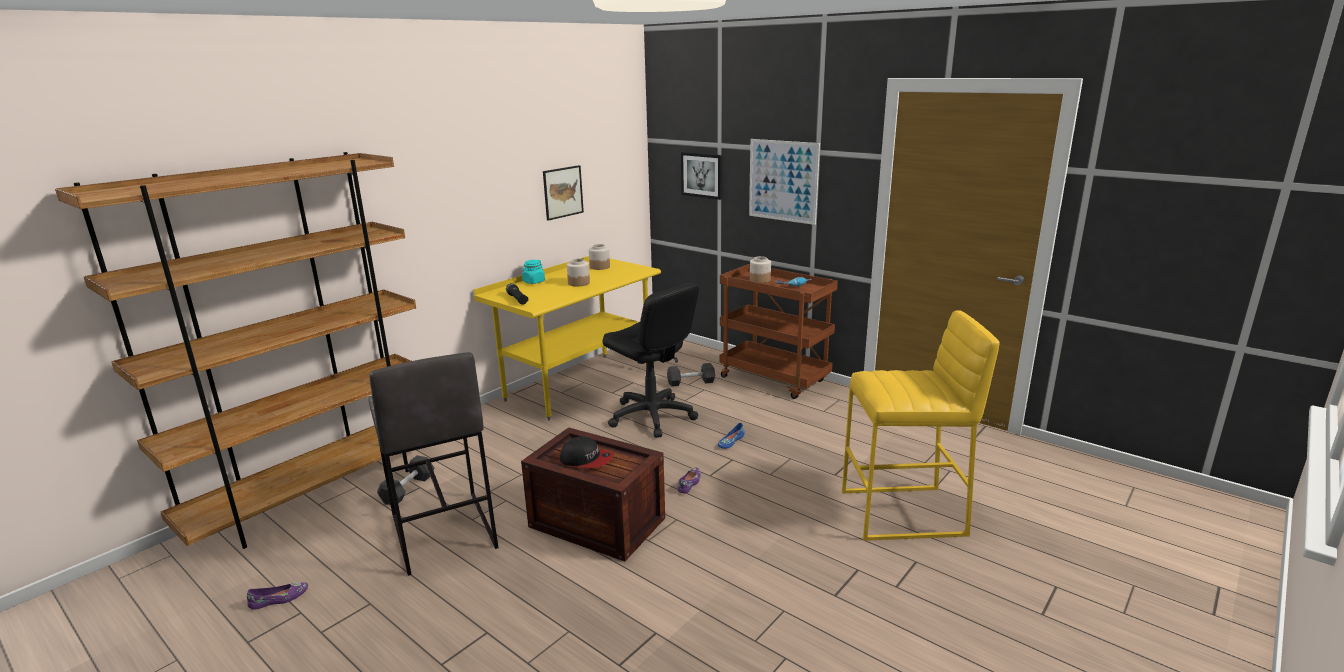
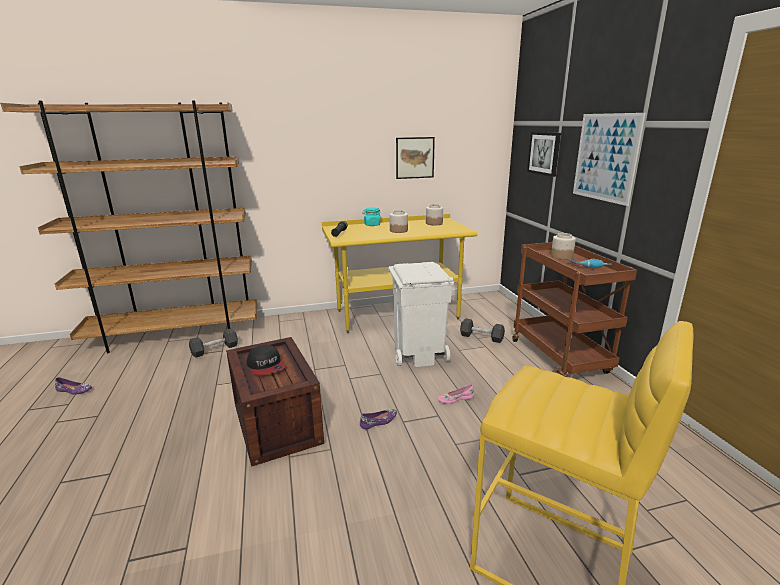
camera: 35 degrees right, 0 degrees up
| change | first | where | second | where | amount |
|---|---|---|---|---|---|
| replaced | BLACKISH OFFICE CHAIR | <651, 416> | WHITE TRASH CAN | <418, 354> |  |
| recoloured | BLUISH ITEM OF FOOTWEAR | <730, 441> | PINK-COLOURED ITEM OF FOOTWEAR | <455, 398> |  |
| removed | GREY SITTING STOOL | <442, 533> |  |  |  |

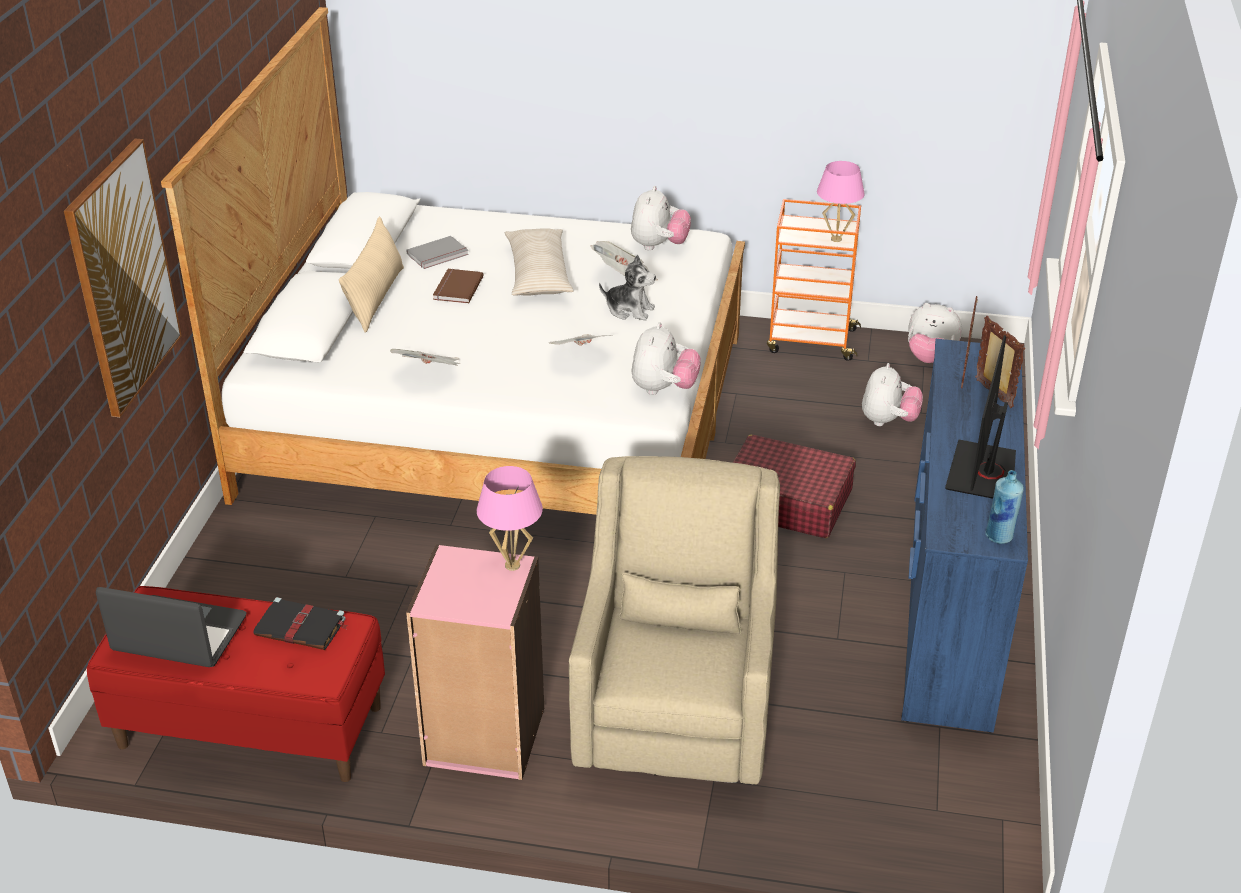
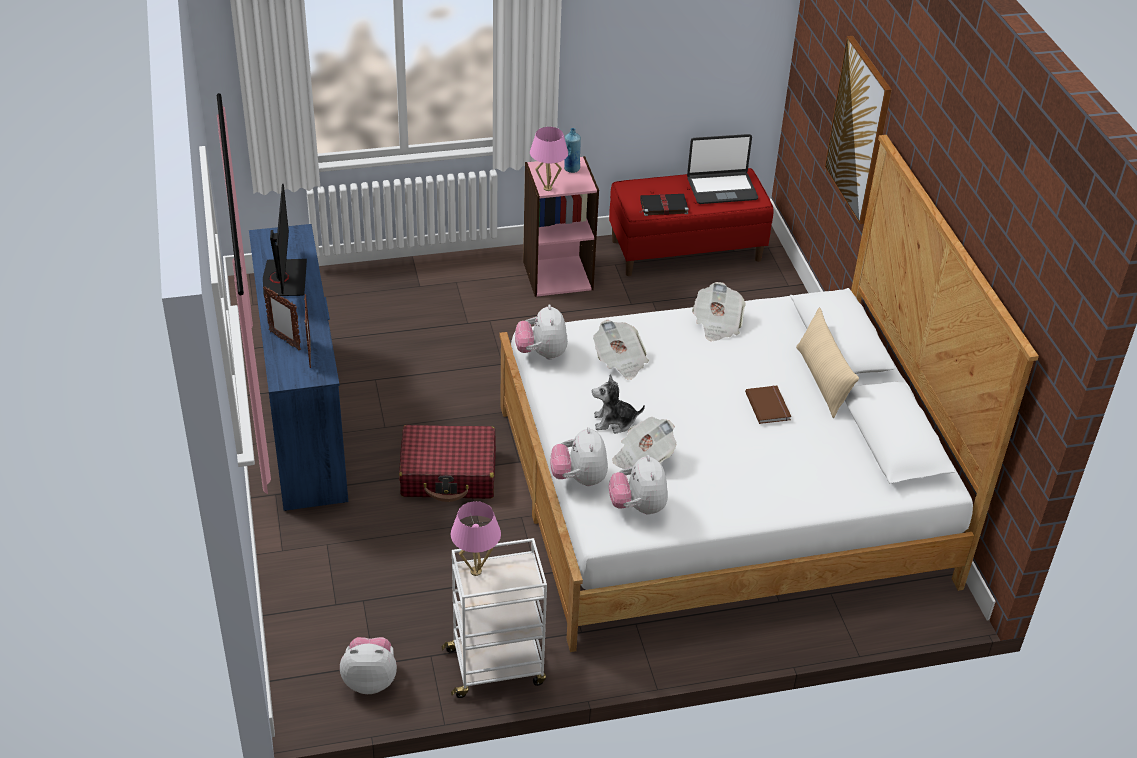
camera: 155 degrees right, 5 degrees up
| change | first | where | second | where | amount |
|---|---|---|---|---|---|
| recoloured | ORANGEY TROLLEY | <810, 341> | WHITE TROLLEY | <497, 666> |  |
| moved | CUDDLY TOY | <888, 421> |  | <579, 478> |  |
| moved | BLUISH BOTTLE | <999, 536> |  | <571, 169> |  |
| removed | GREY VOLUME | <438, 255> |  |  |  |
| removed | BEIGE-COLOURED CUSHION | <538, 274> |  |  |  |
| removed | BEIGE-COLOURED EASY CHAIR | <676, 714> |  |  |  |

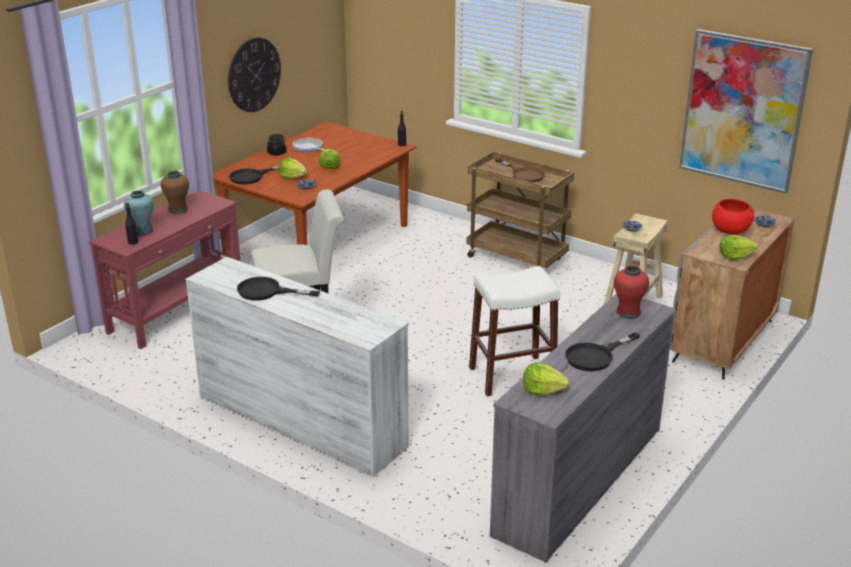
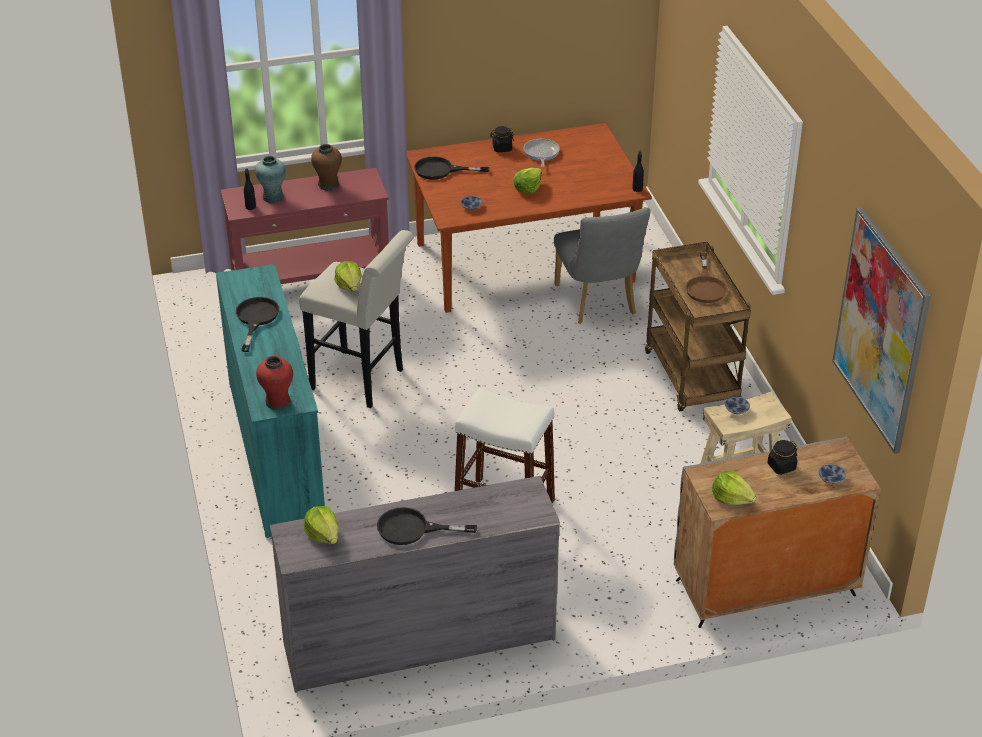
camera: 40 degrees right, 10 degrees up
| change | first | where | second | where | amount |
|---|---|---|---|---|---|
| recoloured | WHITE DRAWER CHEST | <301, 421> | TURQUOISE DRAWER CHEST | <277, 452> |  |
| turned | BLACKISH SKILLET | <267, 291> |  | <256, 319> | 45 degrees clockwise |
| moved | REDDISH DECORATIVE VASE | <628, 313> |  | <278, 402> |  |
| moved | LETTUCE HEAD | <292, 176> |  | <349, 285> |  |
| added |  |  | GREY UPRIGHT CHAIR | <598, 303> |  |
| replaced | REDDISH SERVING BOWL | <731, 230> | BLACKISH JAR | <781, 467> |  |
| removed | HANGING CLOCK | <254, 75> |  |  |  |

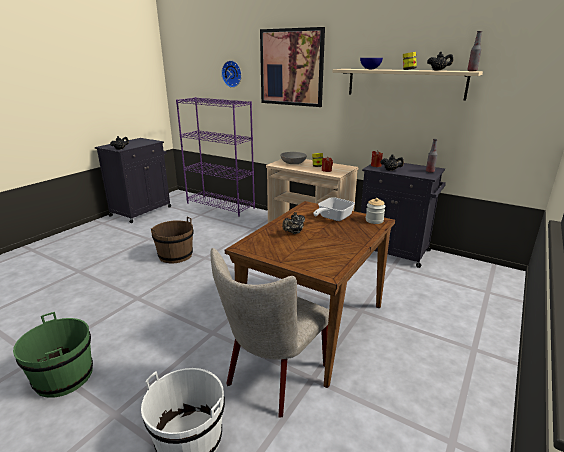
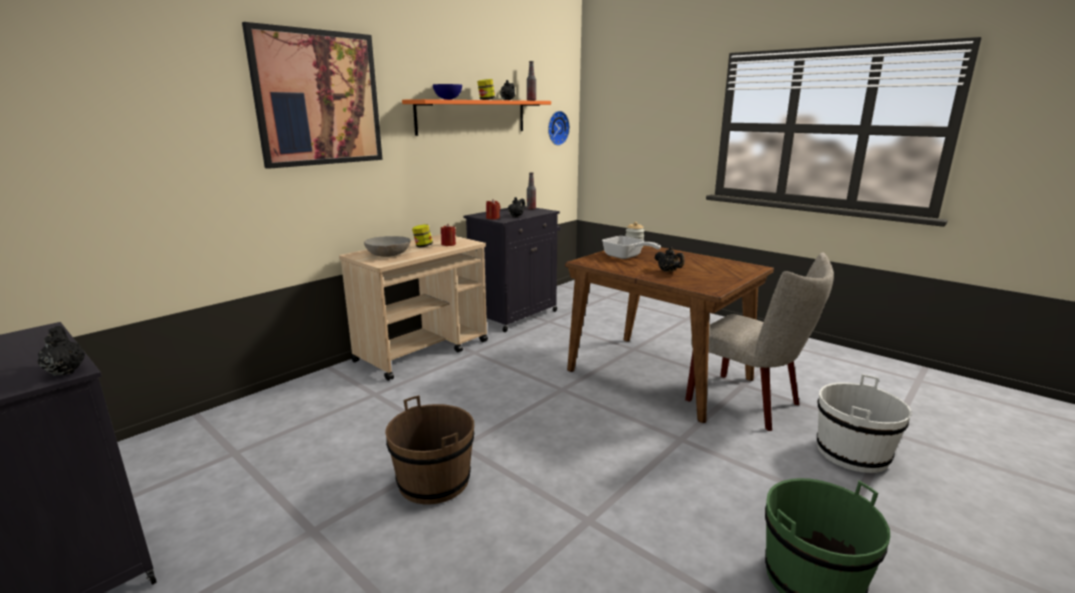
camera: 80 degrees left, 5 degrees down
| change | first | where | second | where | amount |
|---|---|---|---|---|---|
| recoloured | BEIGE-COLOURED BRACKET SHELF | <405, 83> | ORANGEY BRACKET SHELF | <472, 116> |  |
| moved | HANGING CLOCK | <232, 74> |  | <556, 128> |  |
| removed | PURPLISH BOOKSHELF | <221, 205> |  |  |  |

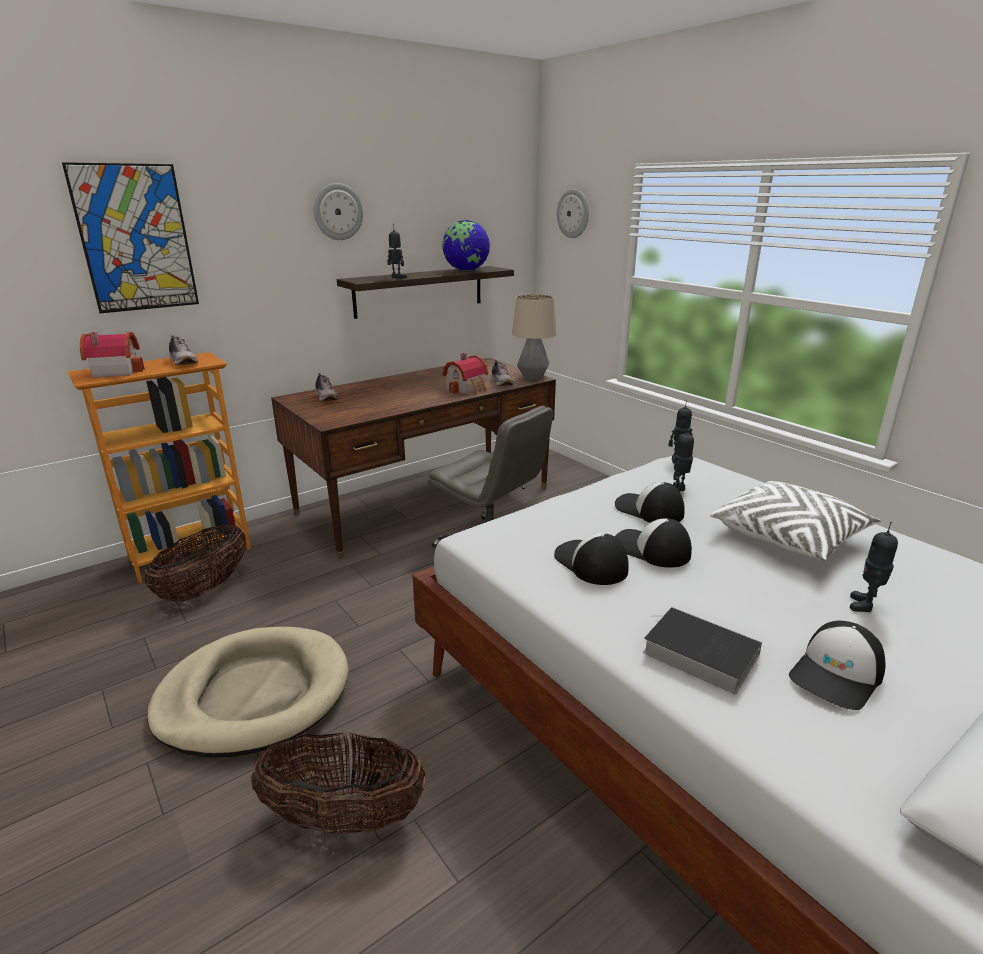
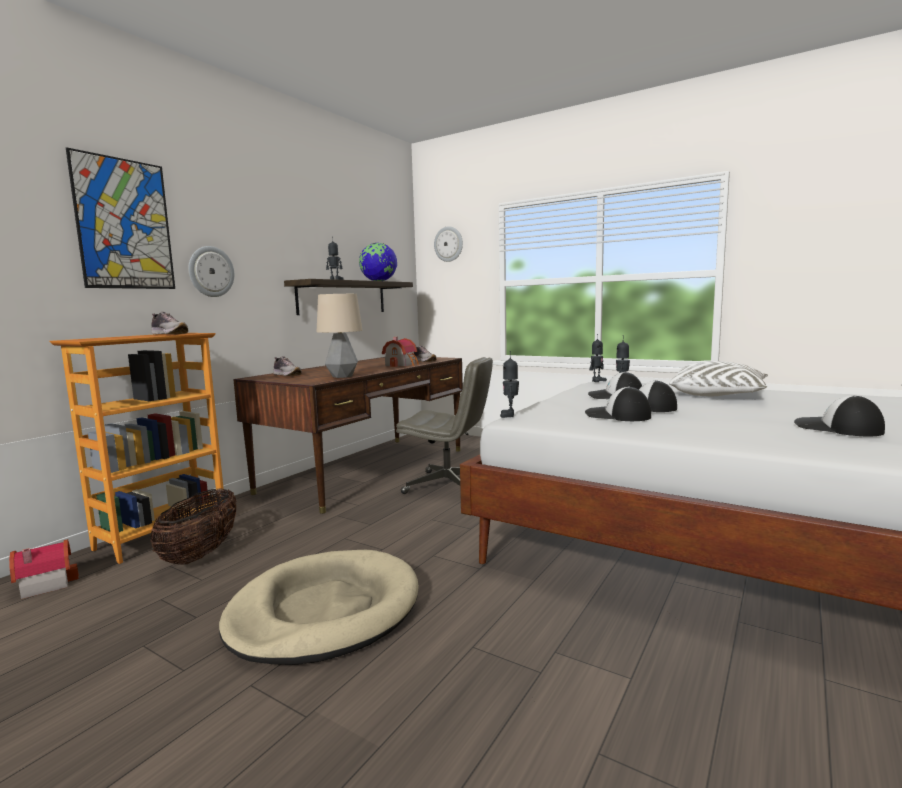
camera: 20 degrees left, 15 degrees down
| change | first | where | second | where | amount |
|---|---|---|---|---|---|
| moved | TOY HOUSE | <115, 371> |  | <44, 584> |  |
| moved | HANGING CLOCK | <337, 212> |  | <211, 271> |  |
| moved | LAMP FOR A TABLE | <533, 377> |  | <342, 376> |  |
| moved | TOY ROBOT | <864, 605> |  | <509, 415> |  |
| turned | CAP | <837, 675> |  | <837, 428> | 120 degrees clockwise |
| removed | BASKET | <344, 817> |  |  |  |
| removed | VOLUME | <696, 653> |  |  |  |

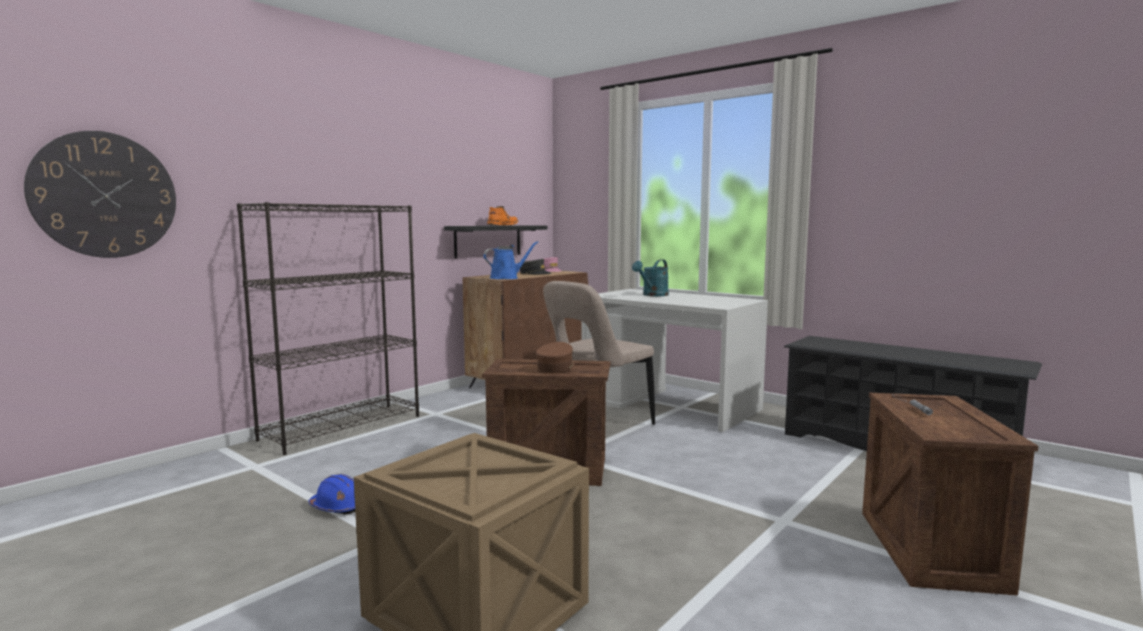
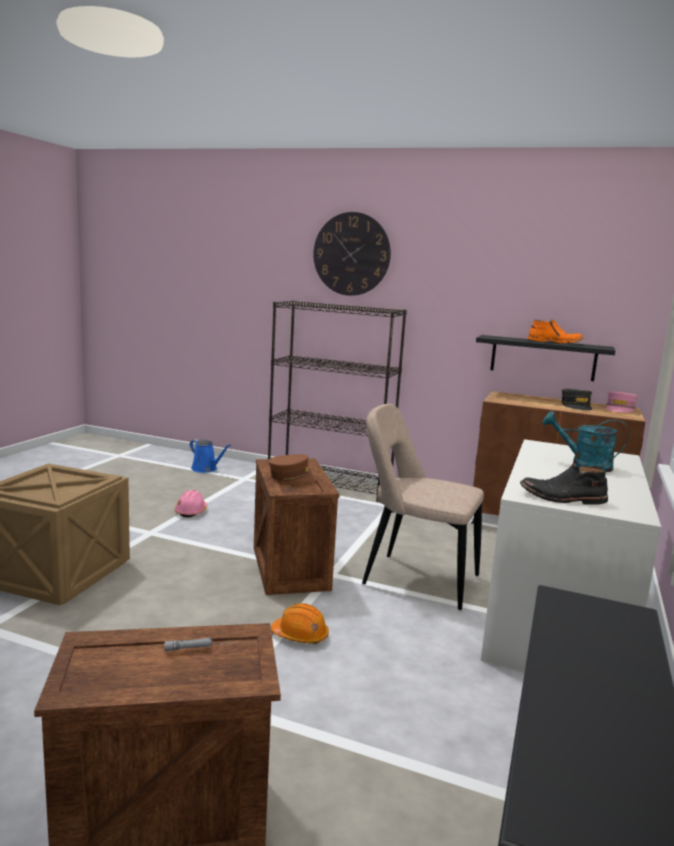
camera: 70 degrees right, 5 degrees up
| change | first | where | second | where | amount |
|---|---|---|---|---|---|
| recoloured | BLUISH WORK HELMET | <338, 507> | PINK-COLOURED WORK HELMET | <191, 511> |  |
| moved | BLUISH WATERING POT | <506, 278> |  | <206, 469> |  |
| added |  |  | ORANGEY WORK HELMET | <300, 635> |  |
| moved | HANGING CLOCK | <105, 195> |  | <351, 254> |  |
| added |  |  | BLACKISH TALL BOOT | <562, 498> |  |

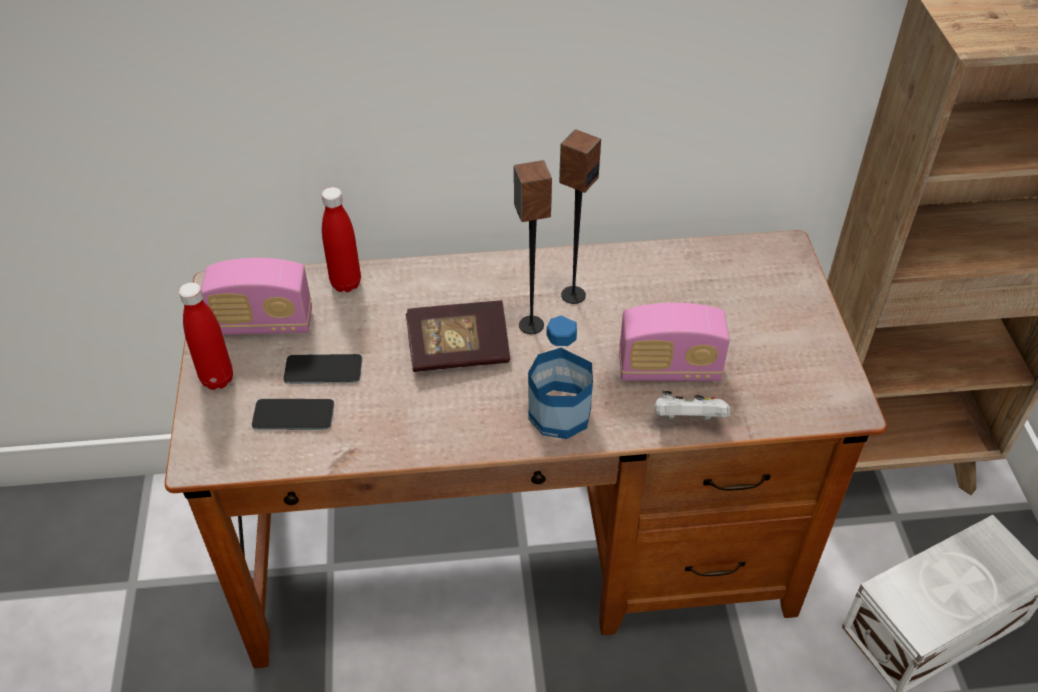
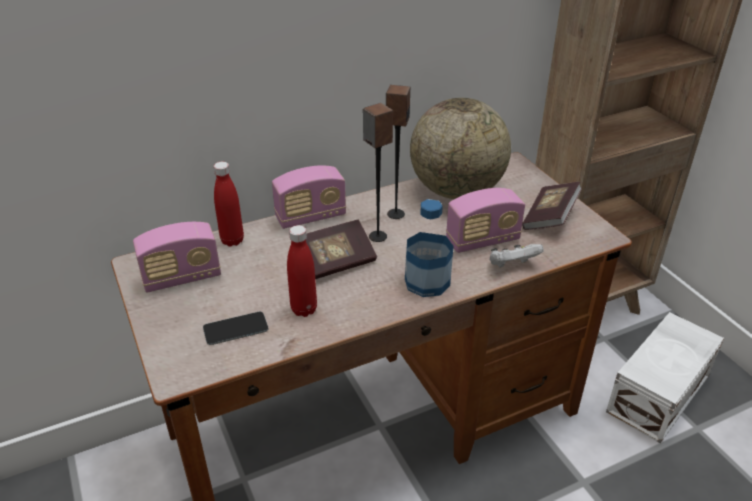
camera: 20 degrees left, 10 degrees down
| change | first | where | second | where | amount |
|---|---|---|---|---|---|
| added |  |  | RADIO | <310, 217> |  |
| moved | REDDISH BOTTLE | <217, 379> |  | <304, 309> |  |
| added |  |  | WORLD GLOBE | <456, 191> |  |
| added |  |  | VOLUME | <550, 218> |  |
| removed | PHONE | <323, 370> |  |  |  |

